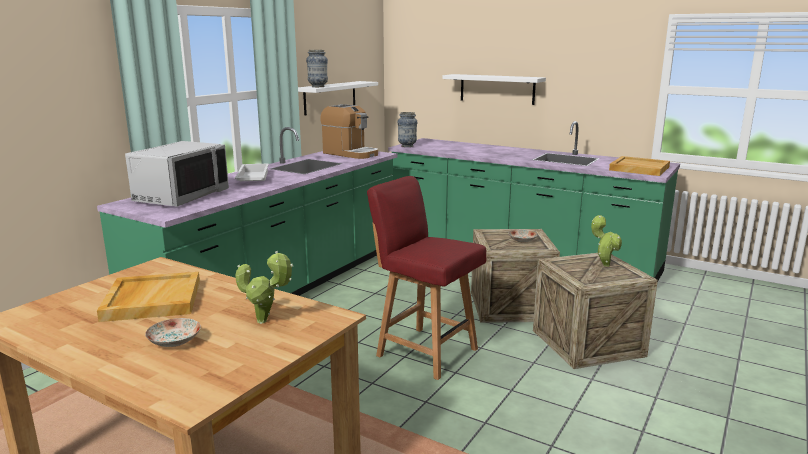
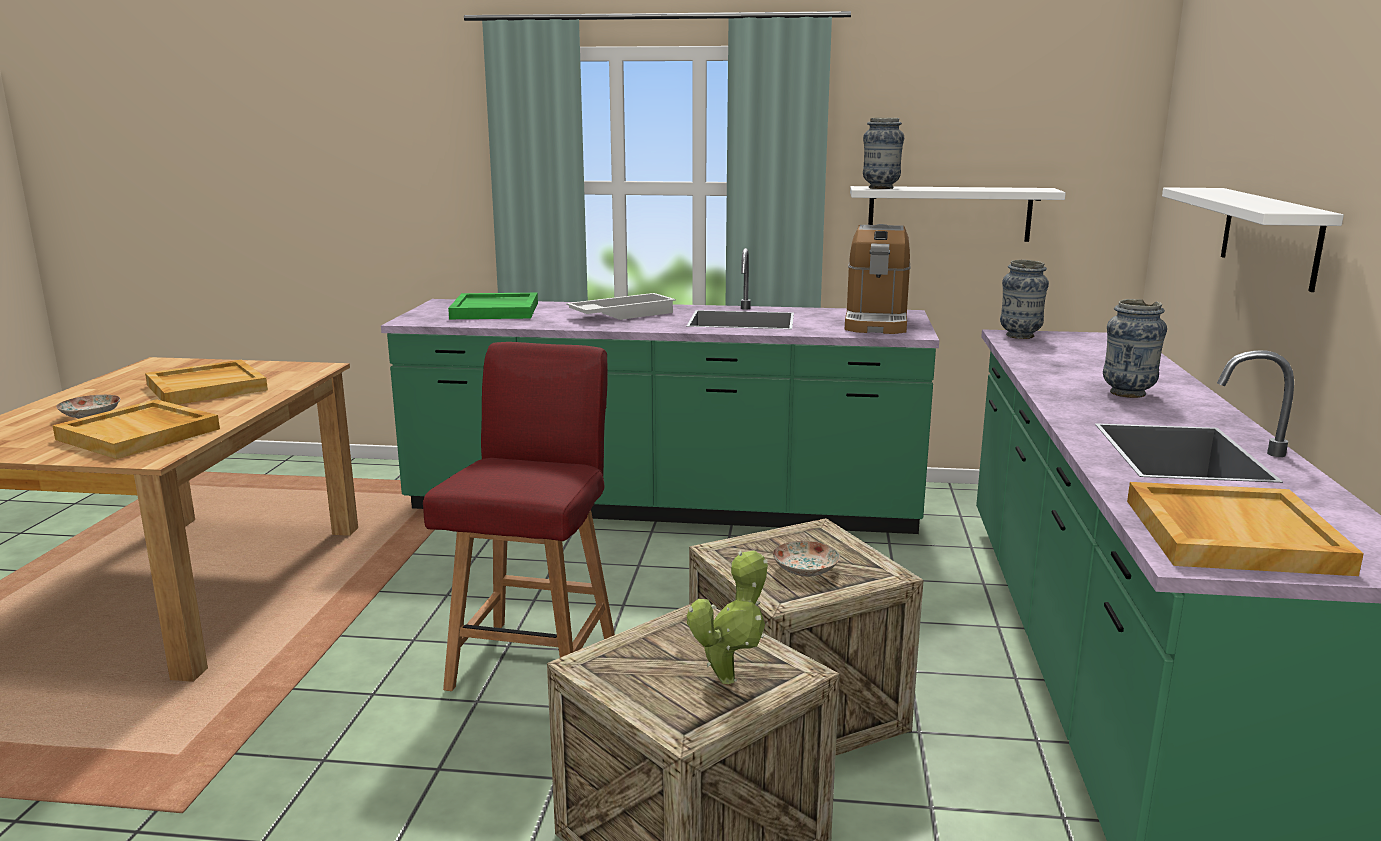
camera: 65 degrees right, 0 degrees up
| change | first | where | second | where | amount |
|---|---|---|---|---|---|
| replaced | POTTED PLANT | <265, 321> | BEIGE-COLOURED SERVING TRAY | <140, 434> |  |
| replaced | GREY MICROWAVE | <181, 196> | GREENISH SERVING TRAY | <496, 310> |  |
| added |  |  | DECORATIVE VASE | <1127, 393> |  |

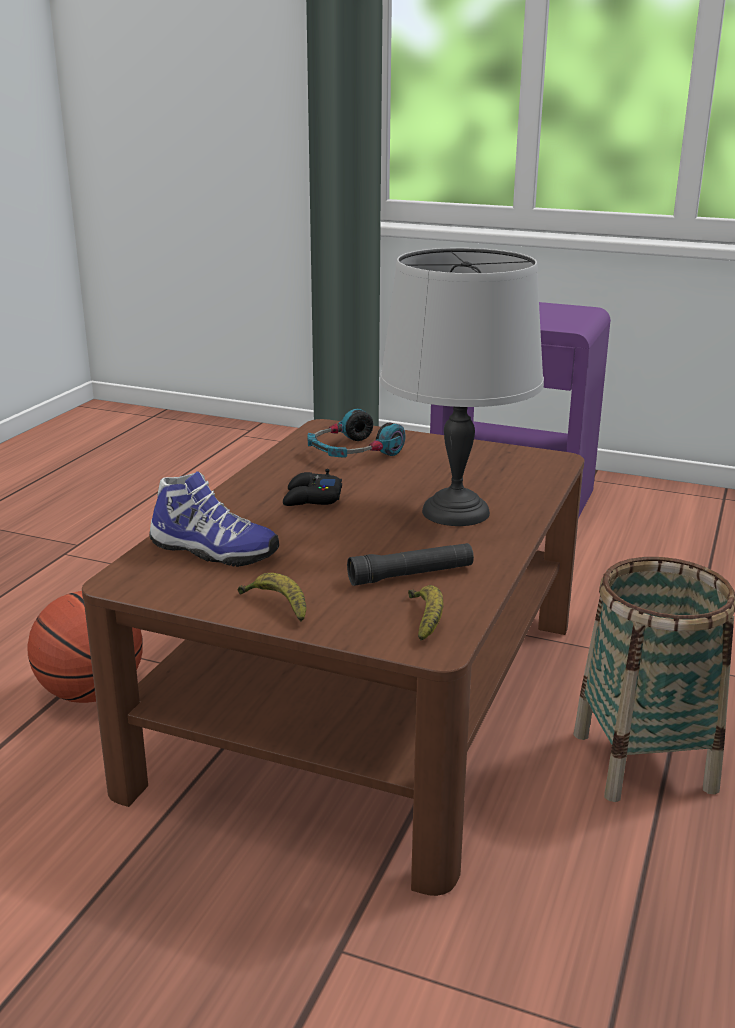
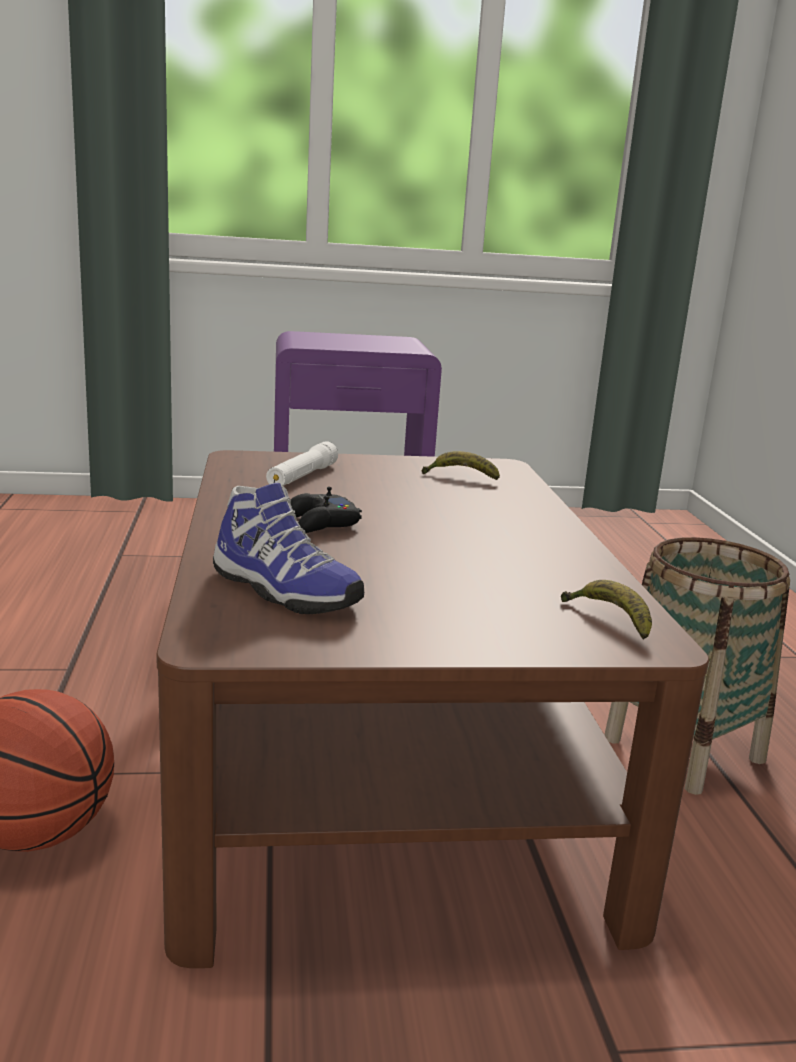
camera: 30 degrees left, 5 degrees down
| change | first | where | second | where | amount |
|---|---|---|---|---|---|
| turned | ITEM OF FOOTWEAR | <212, 552> |  | <281, 591> | 45 degrees clockwise |
| replaced | PAIR OF HEADPHONES | <353, 452> | WHITE FLASHLIGHT | <302, 477> |  |
| moved | BANANA FRUIT | <277, 605> |  | <460, 476> |  |
| removed | BLACKISH FLASHLIGHT | <411, 575> |  |  |  |
| removed | GREY LAMP FOR A TABLE | <454, 512> |  |  |  |

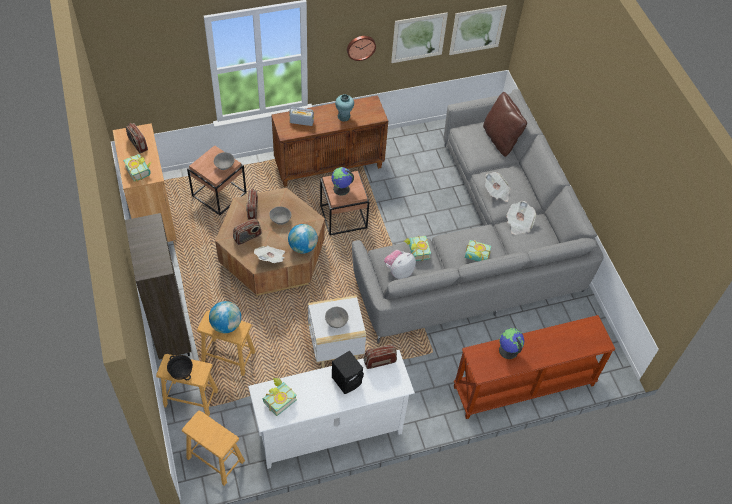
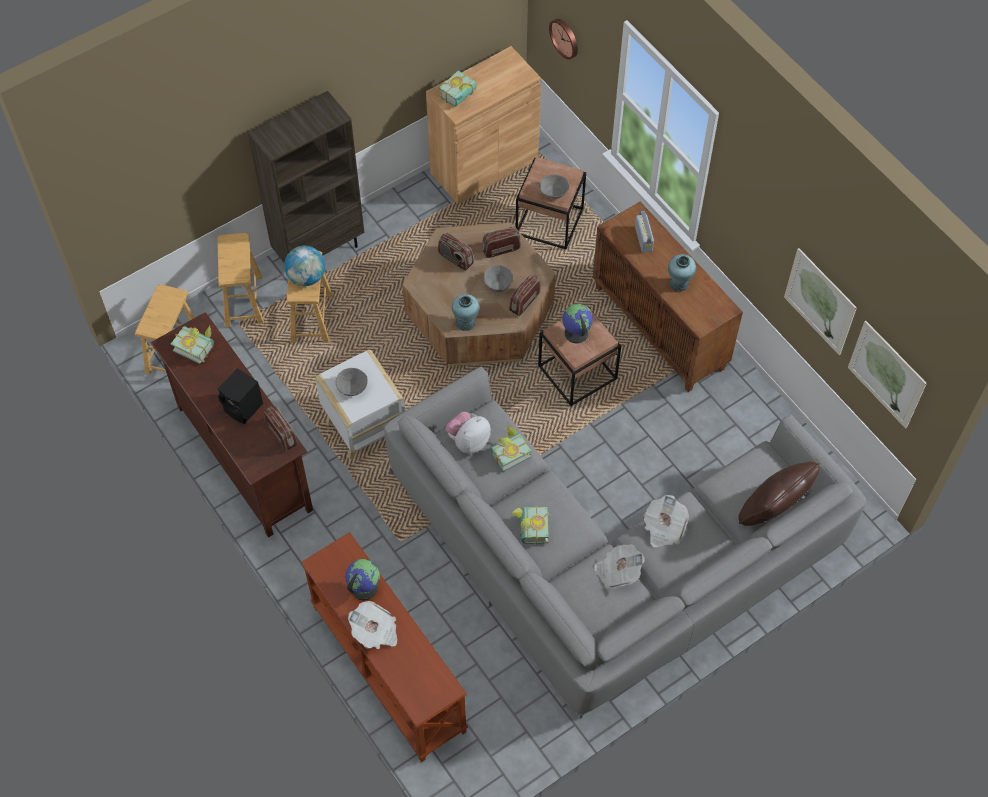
camera: 75 degrees right, 5 degrees up
| change | first | where | second | where | amount |
|---|---|---|---|---|---|
| recoloured | WHITE MEDIA CONSOLE | <330, 433> | BROWNISH MEDIA CONSOLE | <243, 458> |  |
| moved | NEWSPAPER | <271, 259> |  | <375, 632> |  |
| turned | CUDDLY TOY | <399, 271> |  | <468, 441> | 75 degrees counterclockwise |
| replaced | WORLD GLOBE | <303, 247> | TURQUOISE DECORATIVE VASE | <465, 323> |  |
| moved | RADIO | <137, 144> |  | <524, 302> |  |
| moved | HANGING CLOCK | <360, 47> |  | <565, 38> |  |
| removed | BLACKISH SERVING BOWL | <181, 373> |  |  |  |

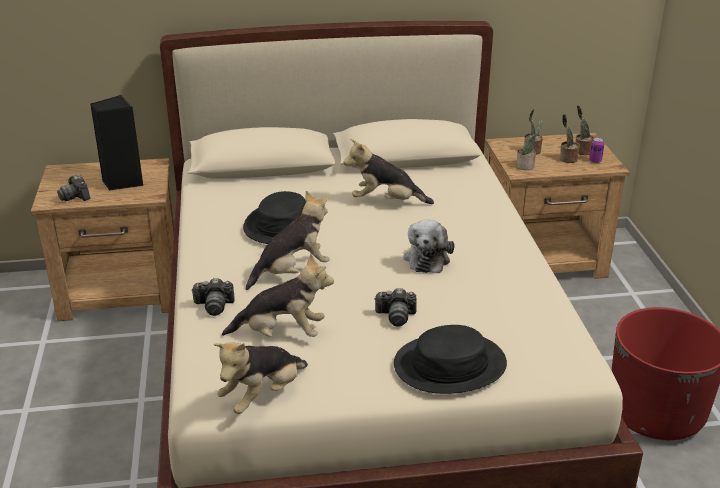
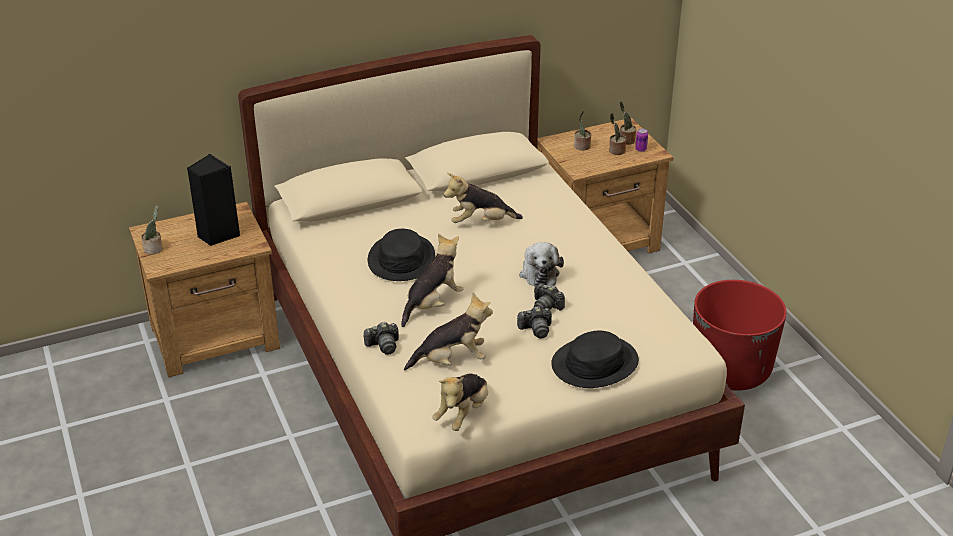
camera: 15 degrees left, 5 degrees up
| change | first | where | second | where | amount |
|---|---|---|---|---|---|
| moved | POTTED PLANT | <526, 166> |  | <154, 249> |  |
| moved | STILL CAMERA | <75, 196> |  | <546, 306> |  |

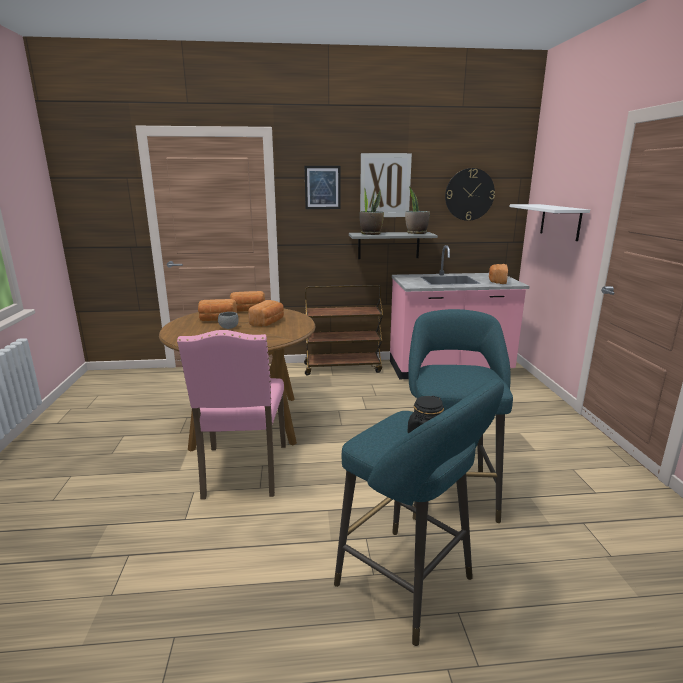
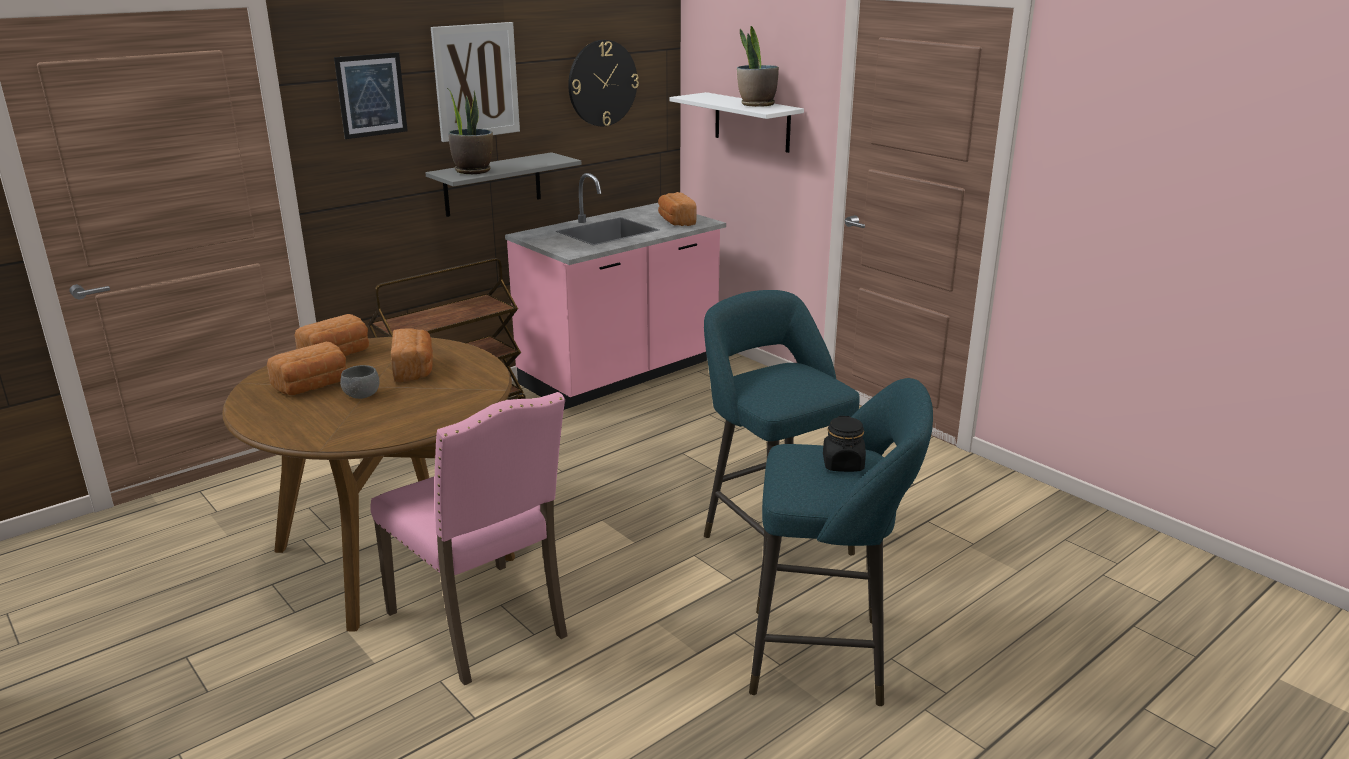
camera: 35 degrees left, 5 degrees up
| change | first | where | second | where | amount |
|---|---|---|---|---|---|
| moved | POTTED PLANT | <416, 233> |  | <756, 105> |  |

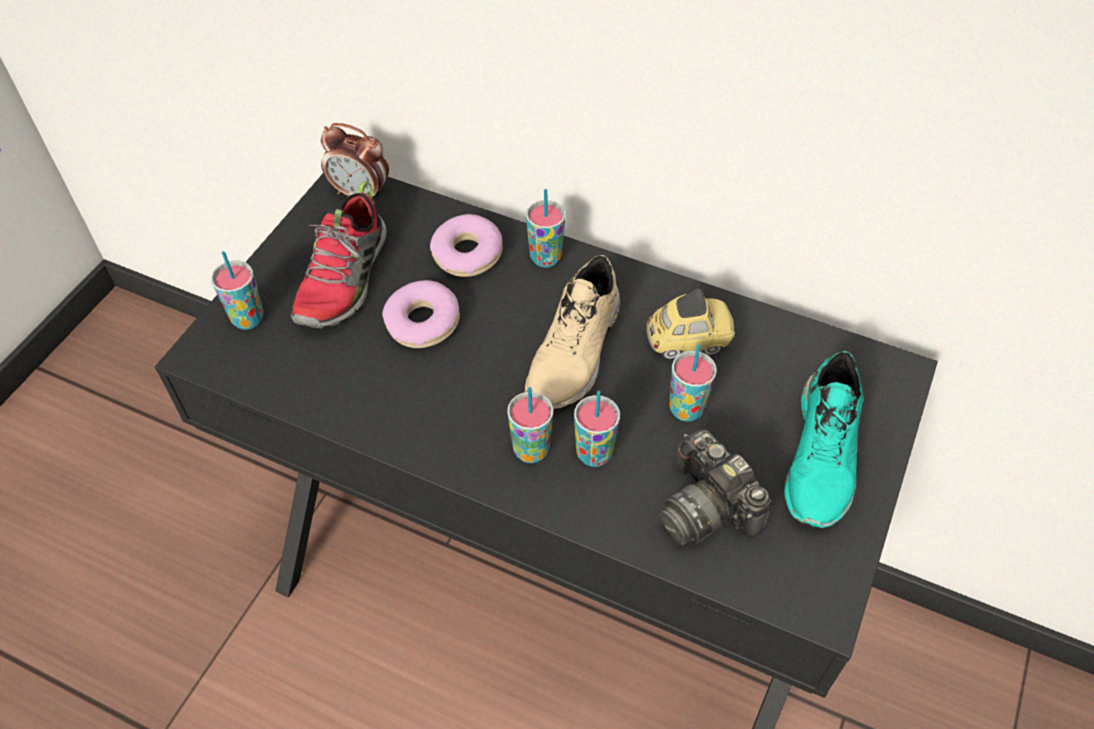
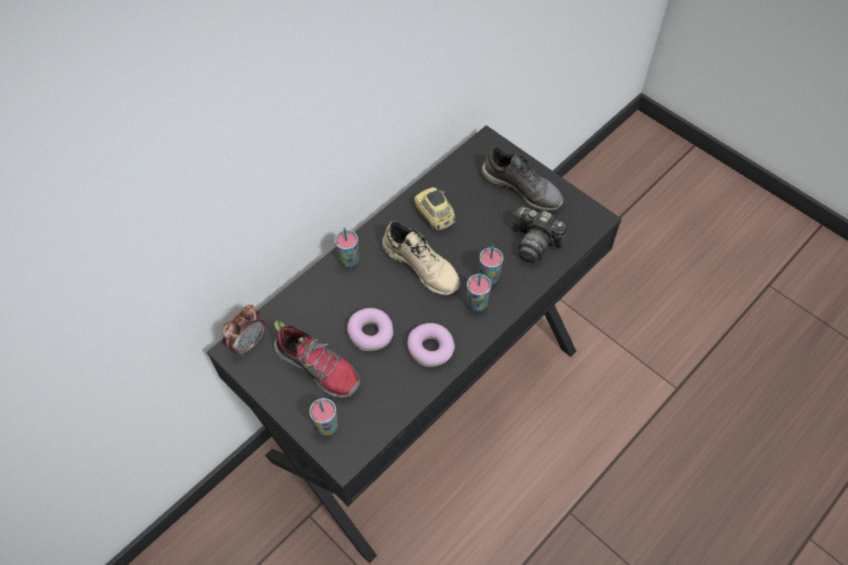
camera: 70 degrees left, 5 degrees up
| change | first | where | second | where | amount |
|---|---|---|---|---|---|
| moved | RING DOUGHNUT | <467, 254> |  | <430, 348> |  |
| turned | TOY CAR | <688, 340> |  | <435, 215> | 45 degrees counterclockwise |
| recoloured | TURQUOISE ITEM OF FOOTWEAR | <823, 456> | GREY ITEM OF FOOTWEAR | <522, 188> |  |
| turned | STILL CAMERA | <707, 507> |  | <534, 242> | 45 degrees clockwise |
| removed | CUP | <686, 409> |  |  |  |

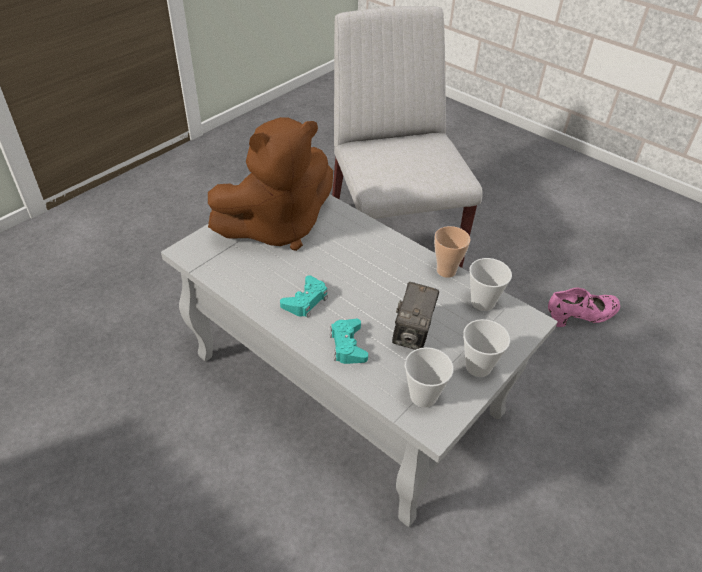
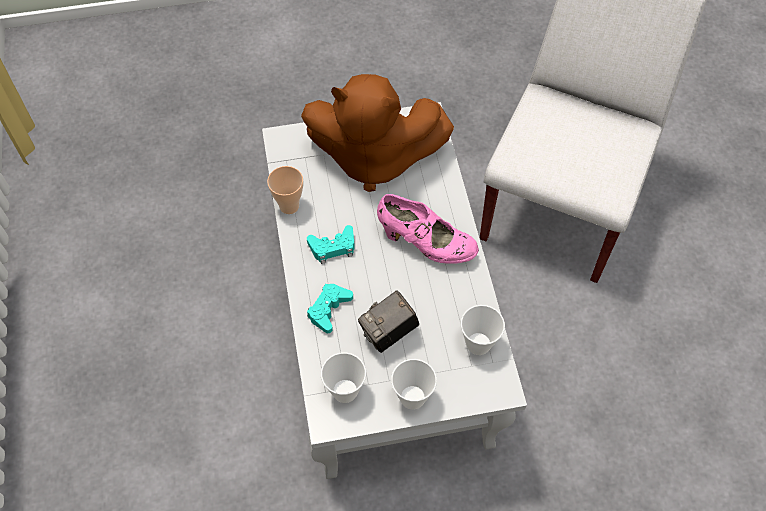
camera: 40 degrees right, 15 degrees up
| change | first | where | second | where | amount |
|---|---|---|---|---|---|
| moved | CUP | <446, 271> |  | <289, 206> |  |
| moved | PINK-COLOURED ITEM OF FOOTWEAR | <579, 318> |  | <426, 244> |  |

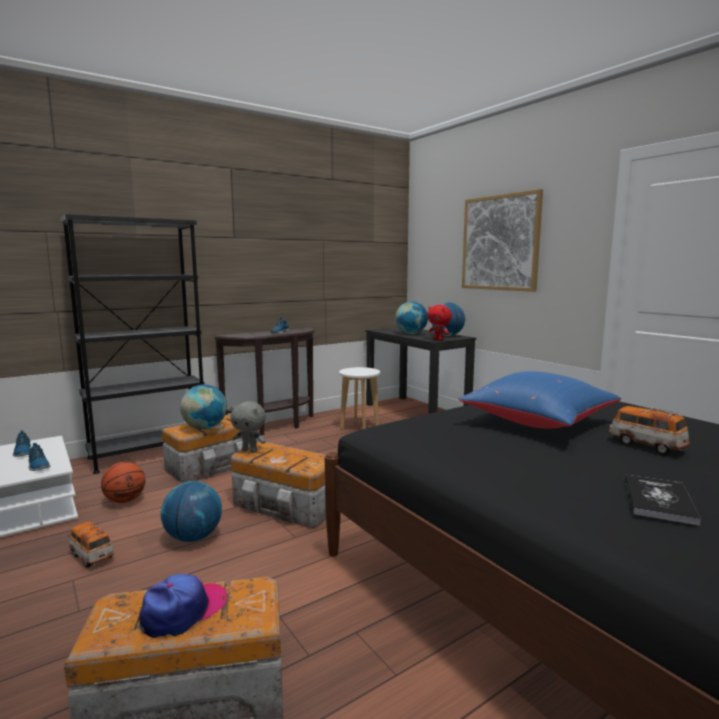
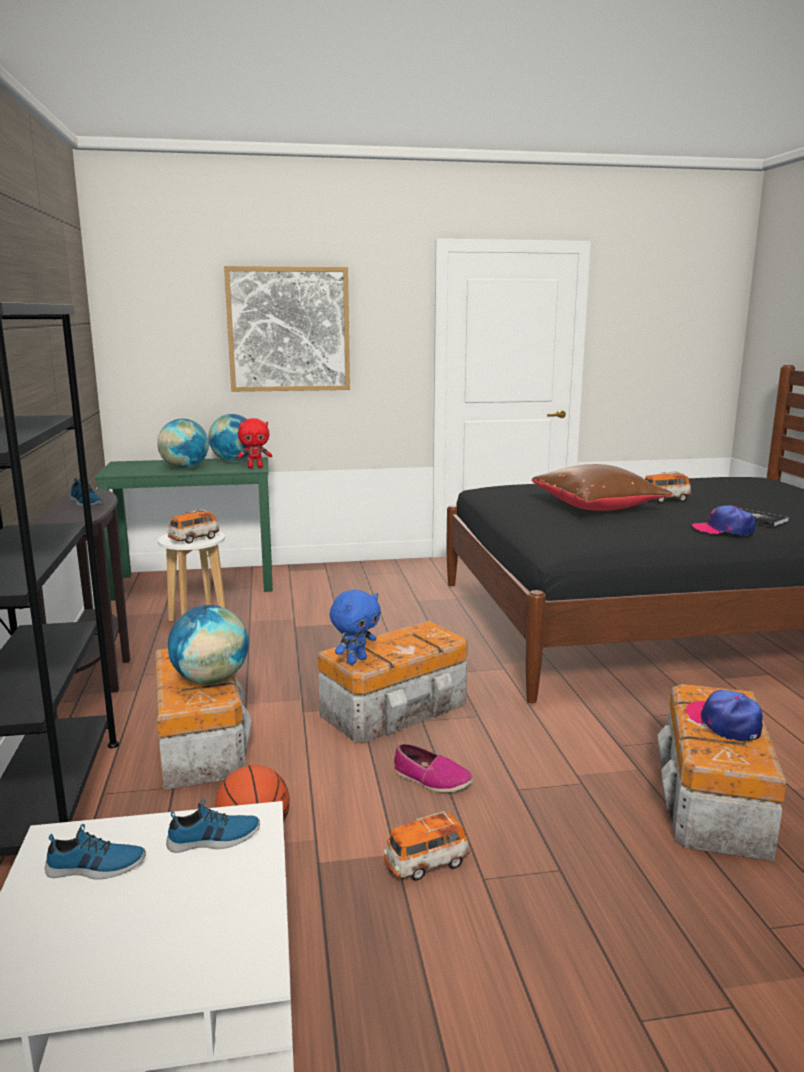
camera: 65 degrees left, 5 degrees up
| change | first | where | second | where | amount |
|---|---|---|---|---|---|
| recoloured | BLACKISH DESK TABLE | <416, 412> | GREENISH DESK TABLE | <196, 583> |  |
| added |  |  | TOY CAR | <194, 539> |  |
| recoloured | GREY CUDDLY TOY | <250, 451> | BLUISH CUDDLY TOY | <356, 660> |  |
| replaced | WORLD GLOBE | <193, 537> | ITEM OF FOOTWEAR | <431, 779> |  |
| recoloured | BLUISH CUSHION | <539, 423> | BROWNISH CUSHION | <598, 508> |  |
| added |  |  | CAP | <723, 530> |  |

